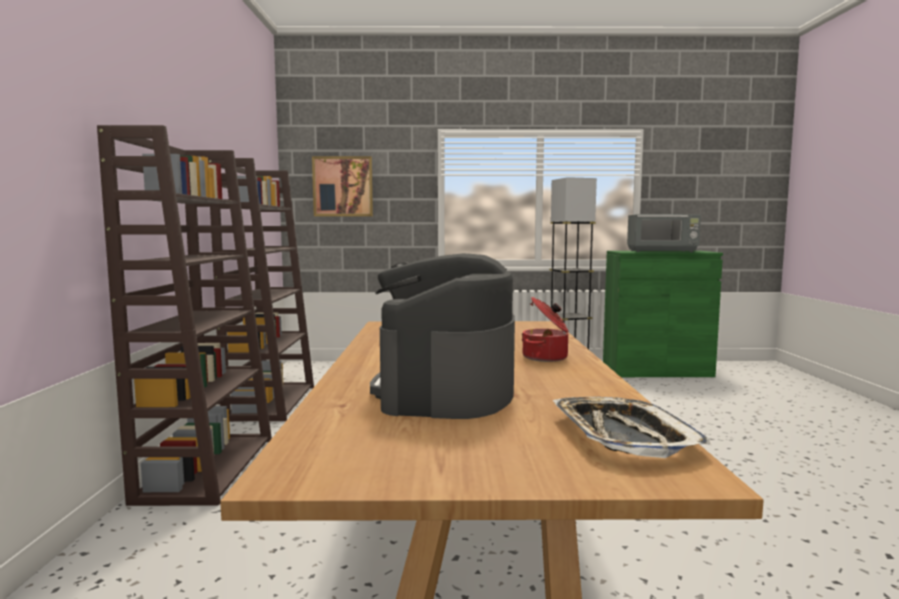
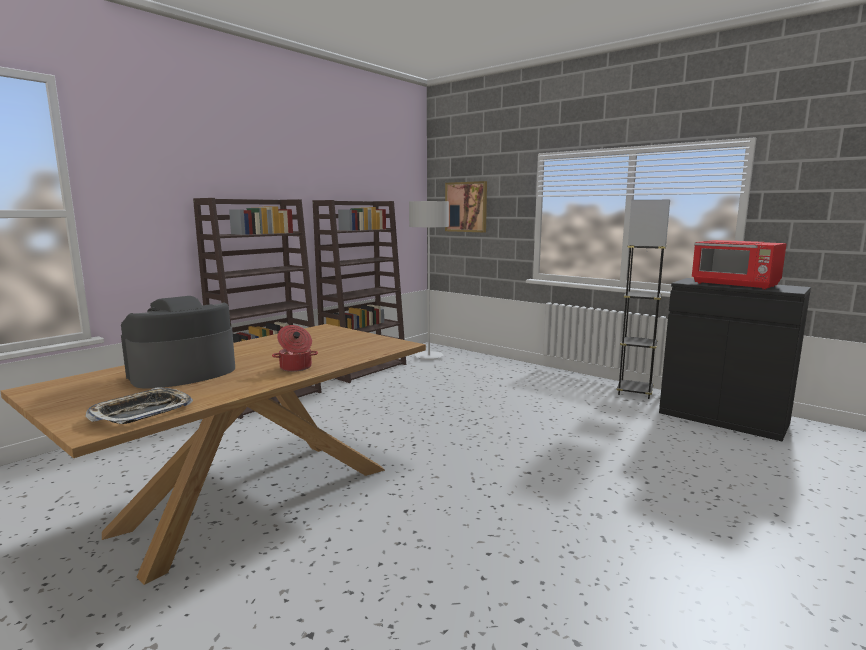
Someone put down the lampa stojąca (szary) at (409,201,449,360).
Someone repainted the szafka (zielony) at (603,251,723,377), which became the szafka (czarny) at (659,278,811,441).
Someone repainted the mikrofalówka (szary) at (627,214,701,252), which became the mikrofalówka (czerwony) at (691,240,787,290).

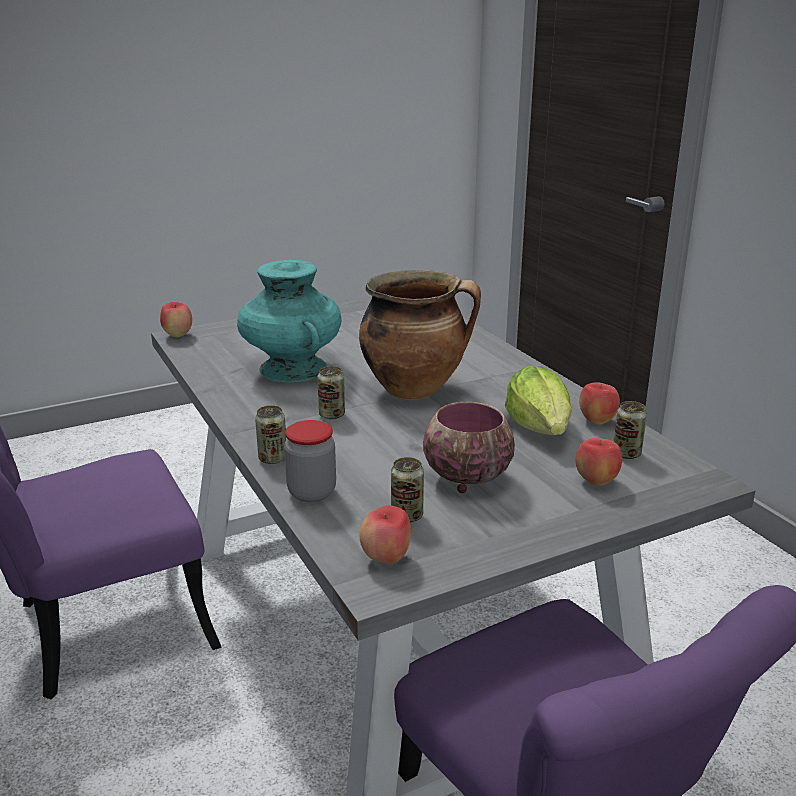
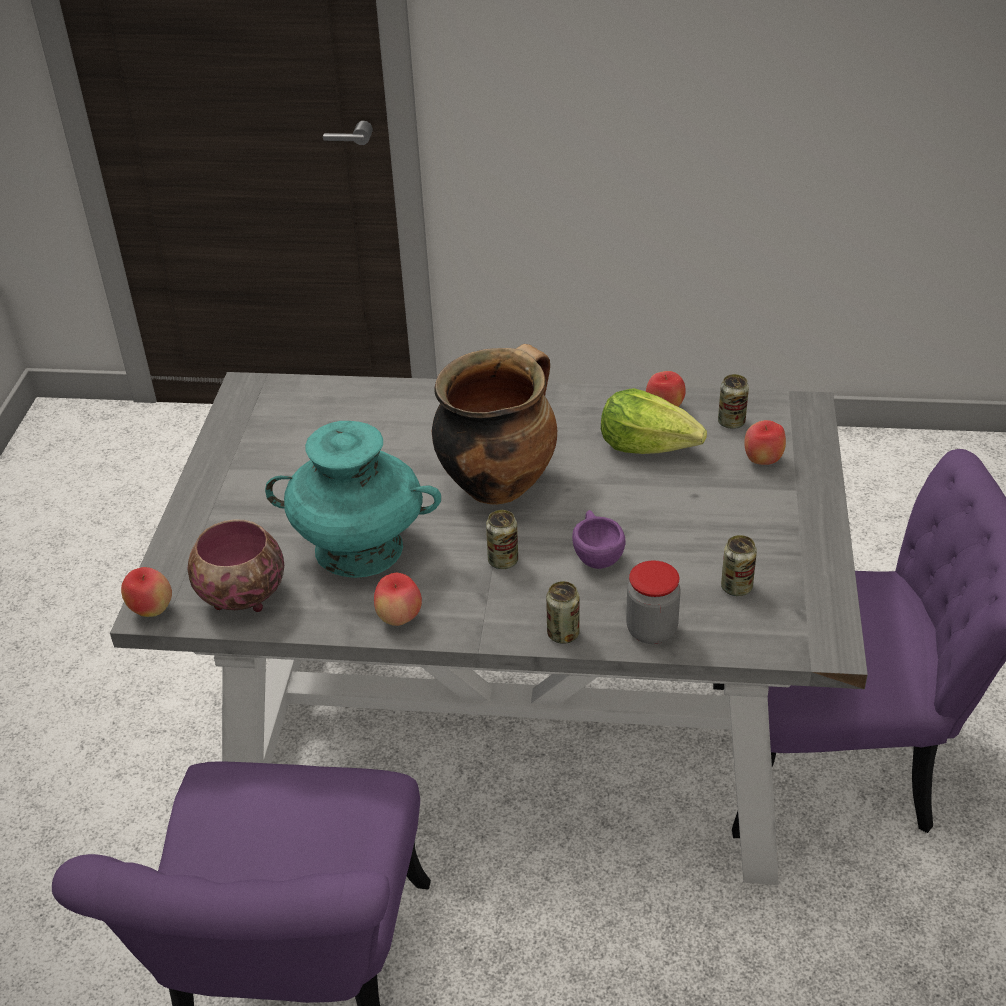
Someone carried the miska from (423,402,515,493) to (187,519,284,612).
Someone carried the jabłko from (359,505,411,564) to (374,573,422,626).
Someone put down the filiżanka (fioletowy) at (572,510,626,569).

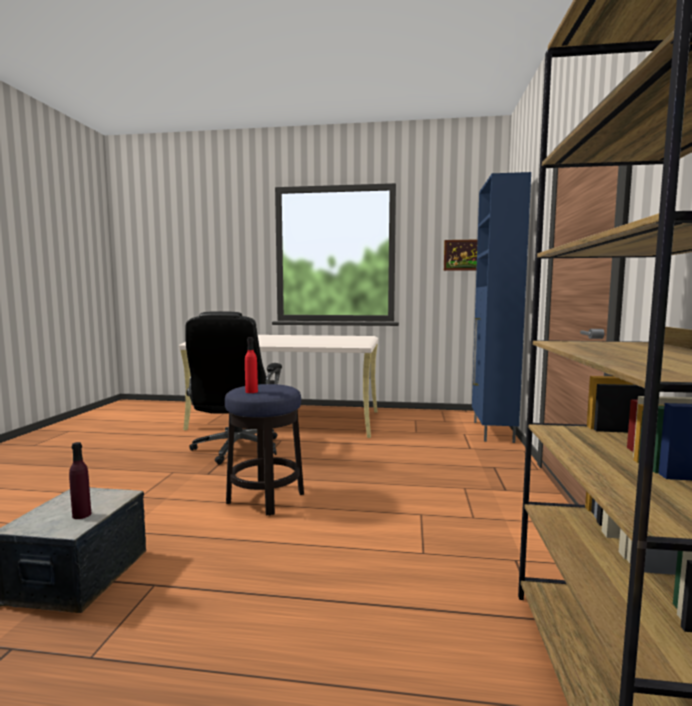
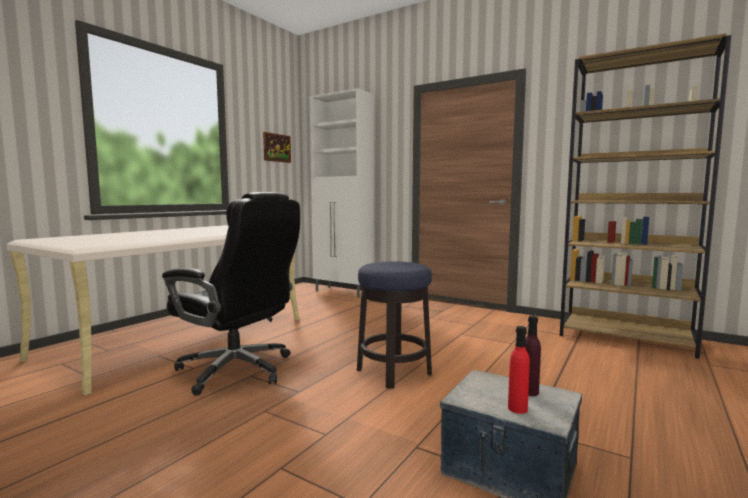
Someone repainted the szafka (niebieski) at (472,172,531,443), which became the szafka (biały) at (310,88,374,298).
Someone carried the butelka (czerwony) from (245,337,258,393) to (508,326,530,414).

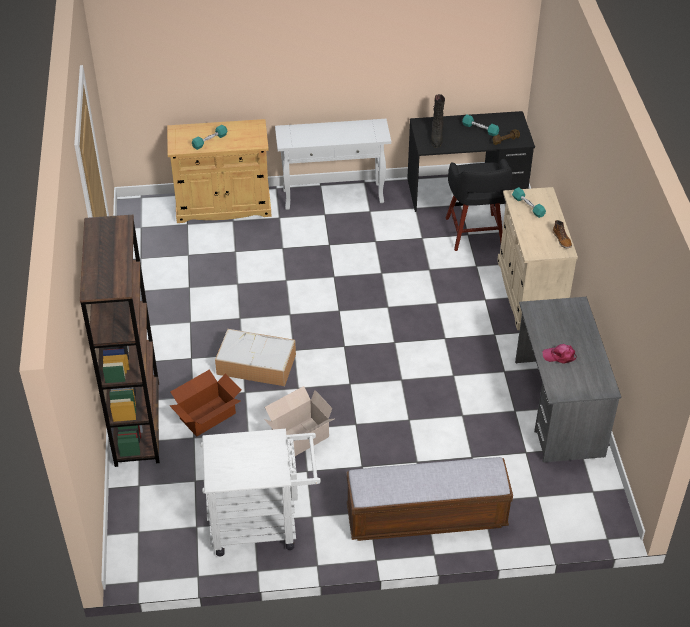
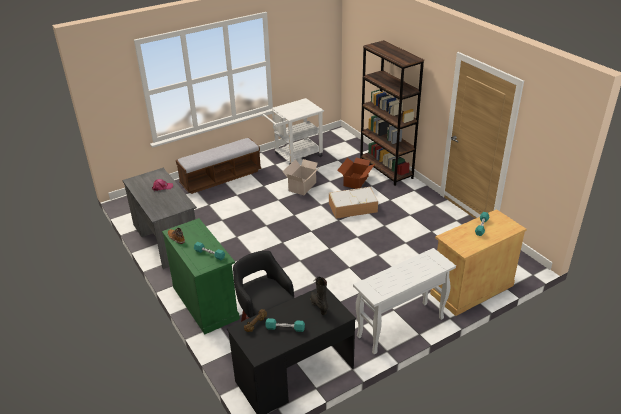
Someone repainted the szafka (beżowy) at (497,187,578,330), which became the szafka (zielony) at (162,218,240,335).

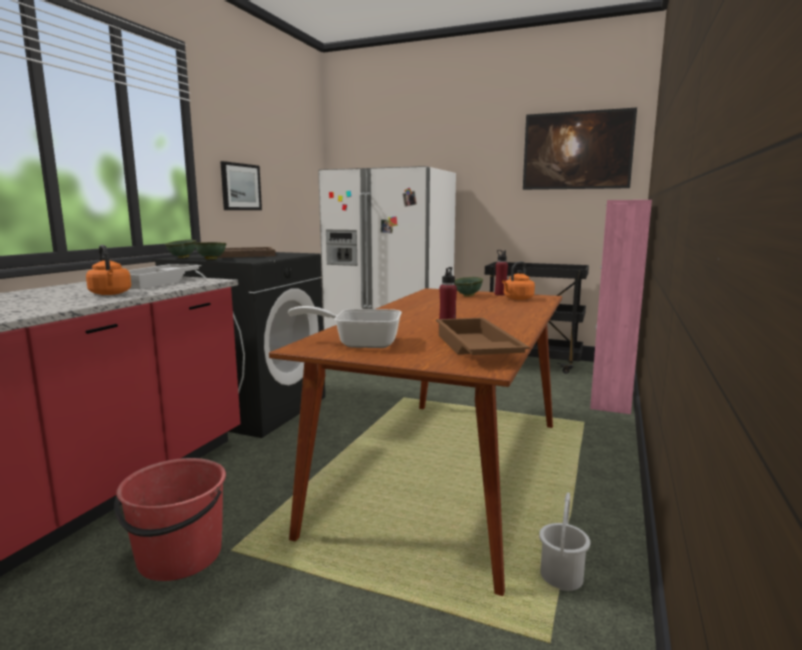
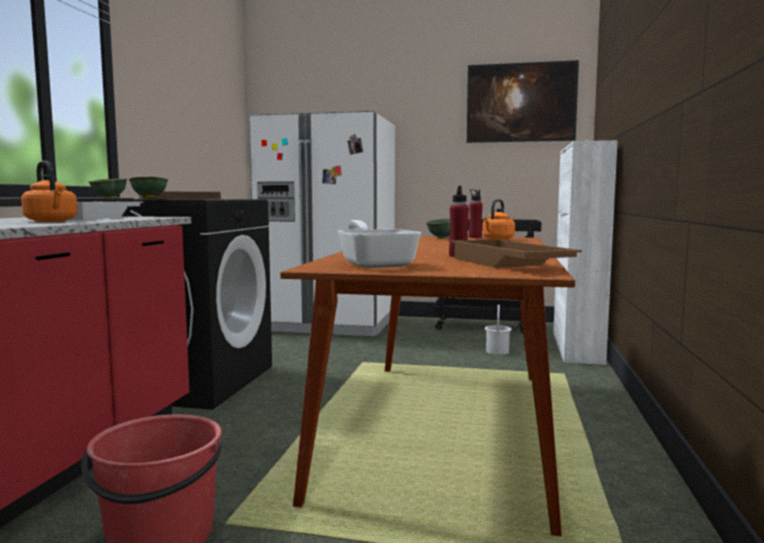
Someone rotated the patelnia at (288,306,402,348) by 75 degrees clockwise.
Someone carried the wiadro (biały) from (539,493,590,591) to (485,305,512,355).
Someone repainted the szafka (różowy) at (590,200,652,414), which became the szafka (biały) at (553,140,618,365).
Someone took away the obraz at (220,161,262,210).

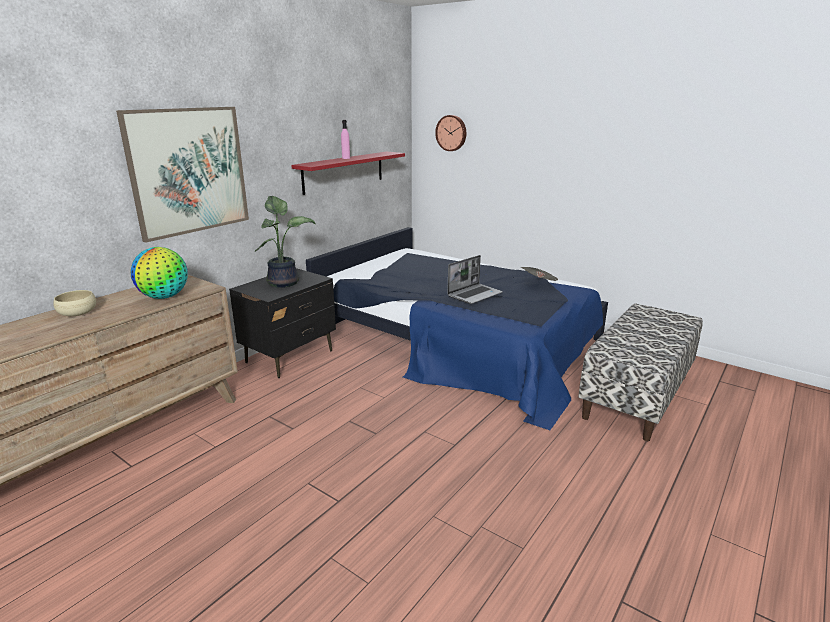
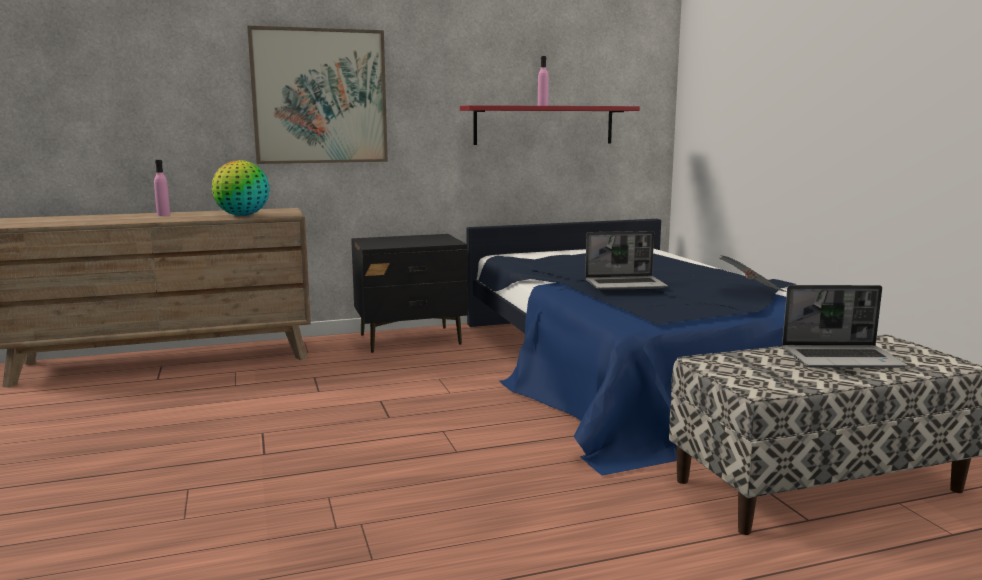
Someone swapped the miska (beżowy) at (53,290,96,316) for the butelka (różowy) at (154,160,170,216).
Someone put down the laptop at (782,285,907,368).
Someone took away the roślina doniczkowa at (254,196,316,288).
Someone took away the zegar ścienny at (435,115,466,151).

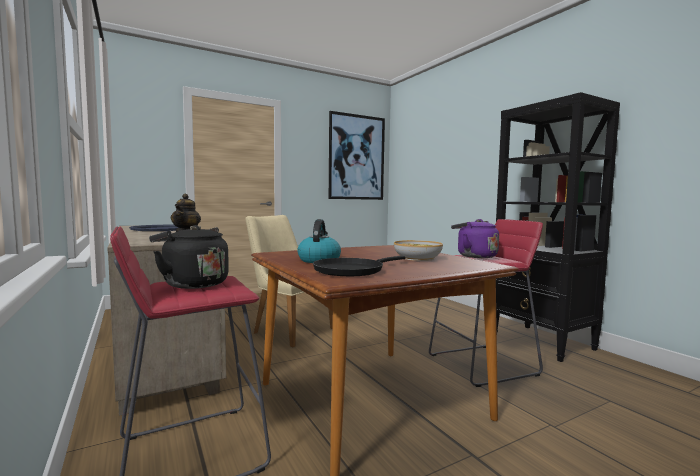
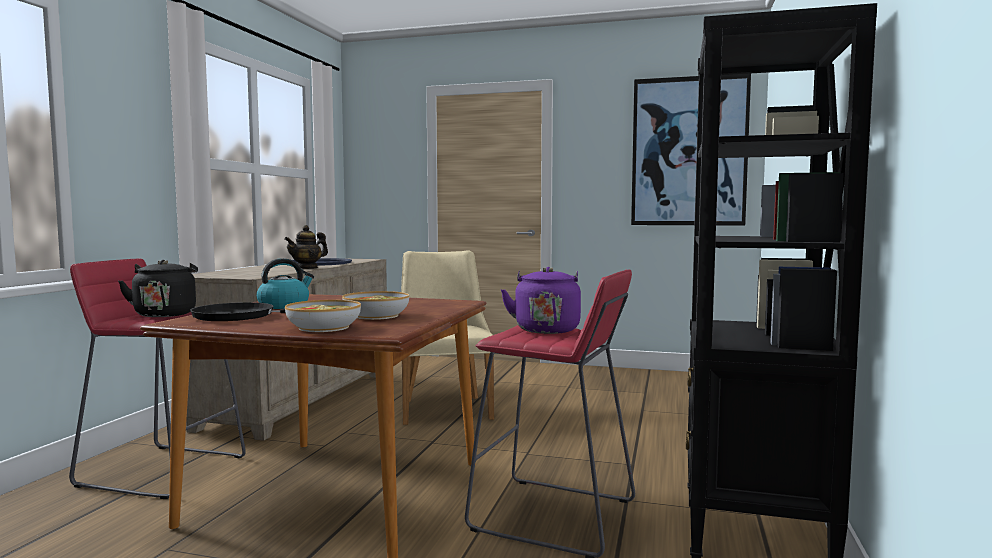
Someone put down the miska at (285,300,361,332).

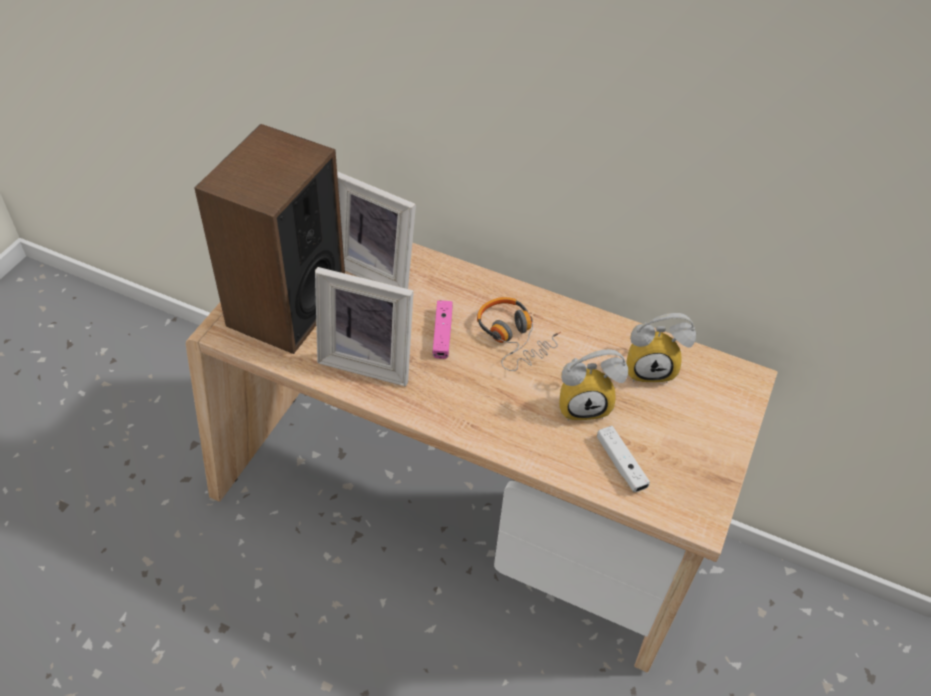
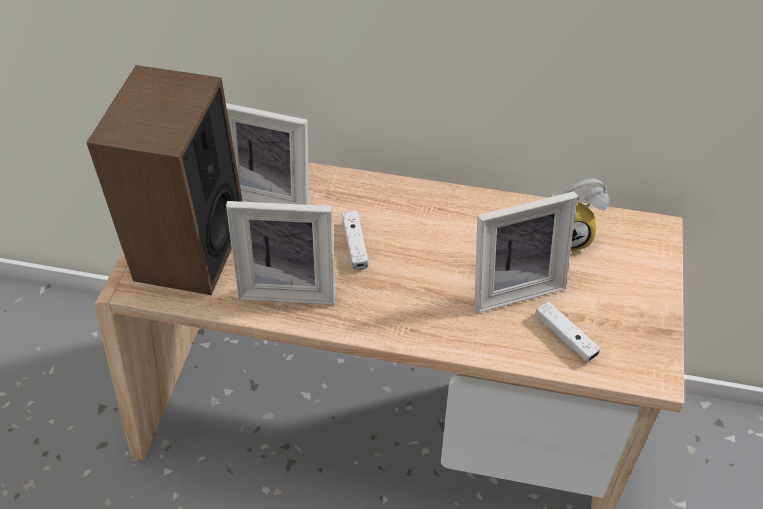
Someone repainted the pad do gier (różowy) at (433,300,453,359), which became the pad do gier (biały) at (342,211,368,270).
Someone swapped the budzik at (559,349,628,421) for the ramka na zdjęcie at (474,191,577,313).
Someone took away the słuchawki at (477,297,561,371).

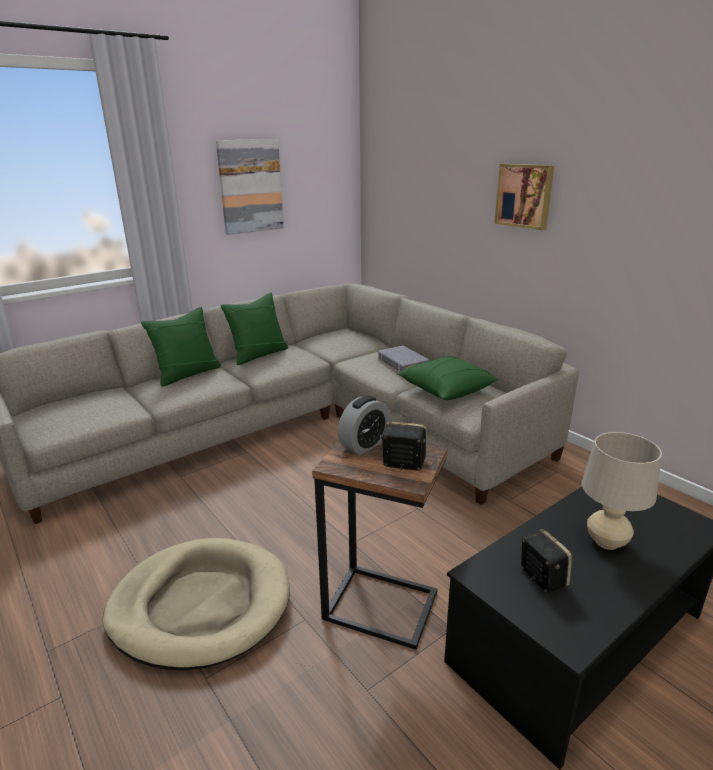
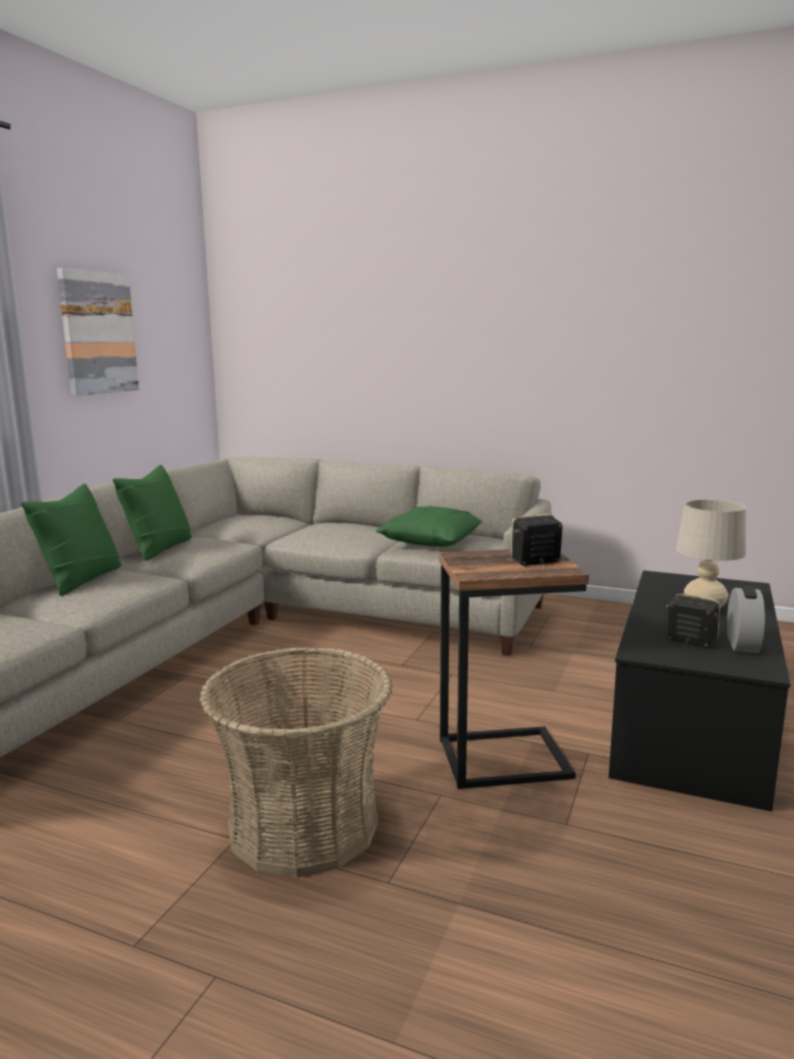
Someone swapped the legowisko (beżowy) at (103,538,289,670) for the koszyk at (199,647,393,878).
Someone carried the budzik from (338,396,390,455) to (727,585,765,653).
Someone took away the książka (szary) at (379,346,430,372).
Someone took away the obraz at (494,164,554,230).

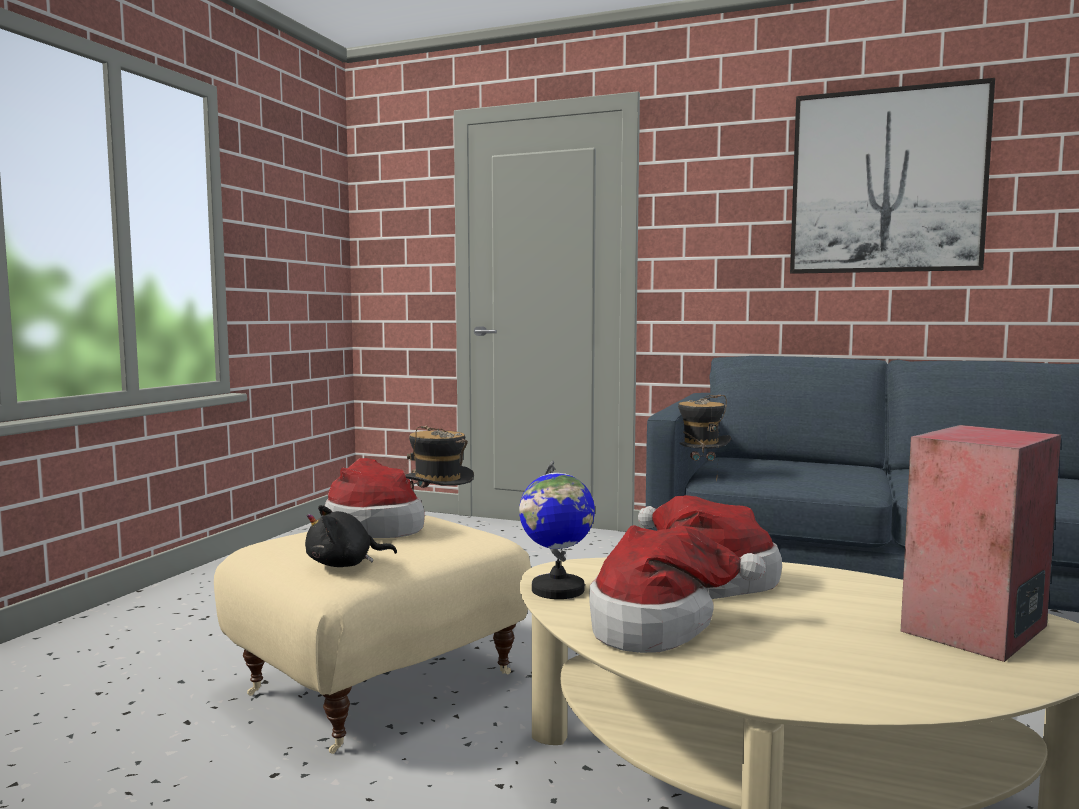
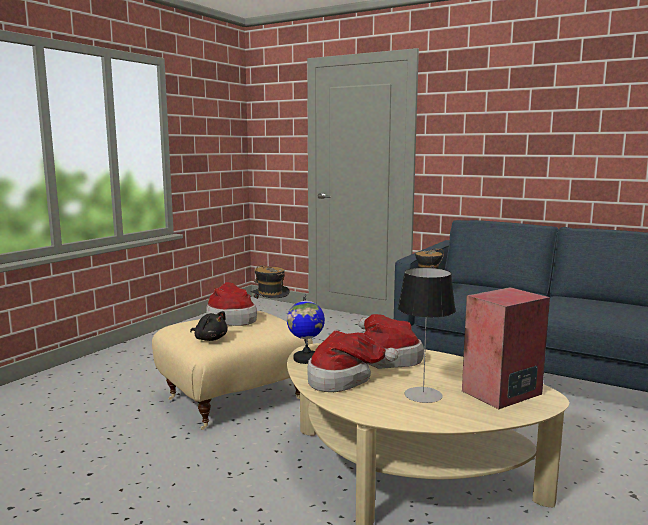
Someone rotated the pluszak (czarny) at (305,505,397,567) by 135 degrees counterclockwise.
Someone put down the lampa stołowa at (398,268,456,403).
Someone took away the obraz at (790,78,995,274).

